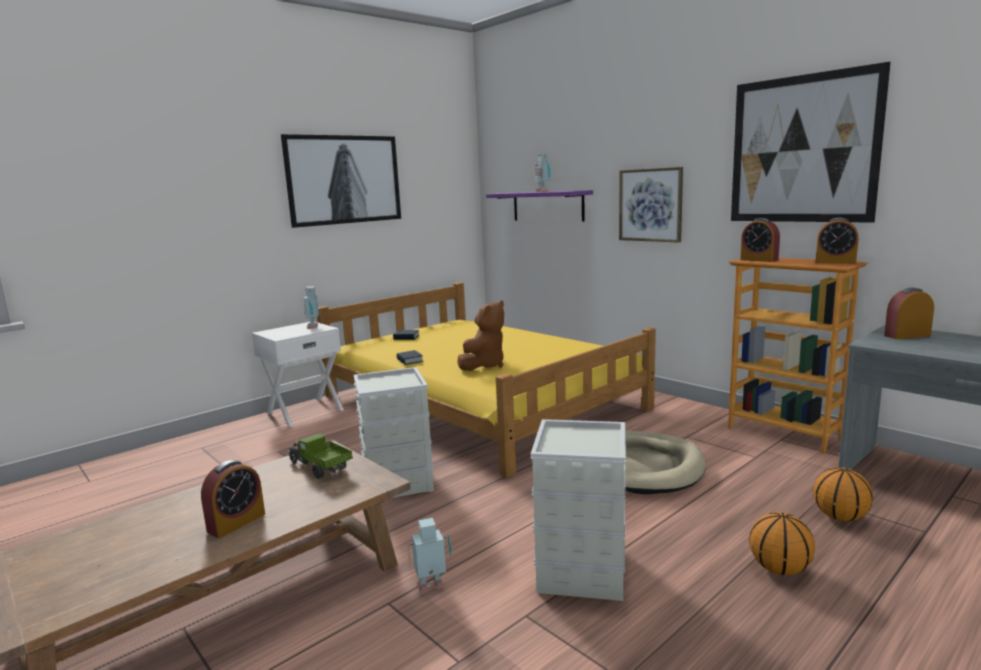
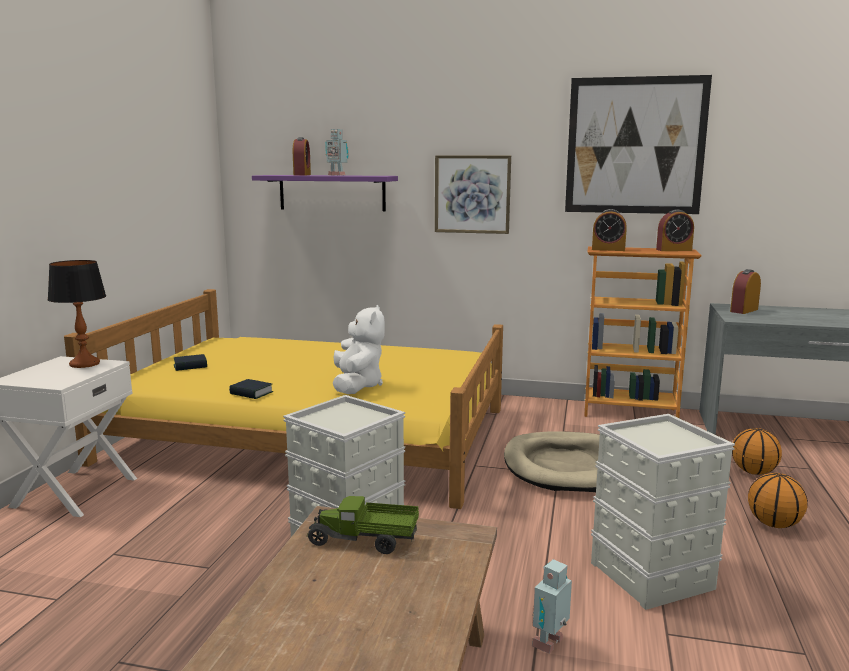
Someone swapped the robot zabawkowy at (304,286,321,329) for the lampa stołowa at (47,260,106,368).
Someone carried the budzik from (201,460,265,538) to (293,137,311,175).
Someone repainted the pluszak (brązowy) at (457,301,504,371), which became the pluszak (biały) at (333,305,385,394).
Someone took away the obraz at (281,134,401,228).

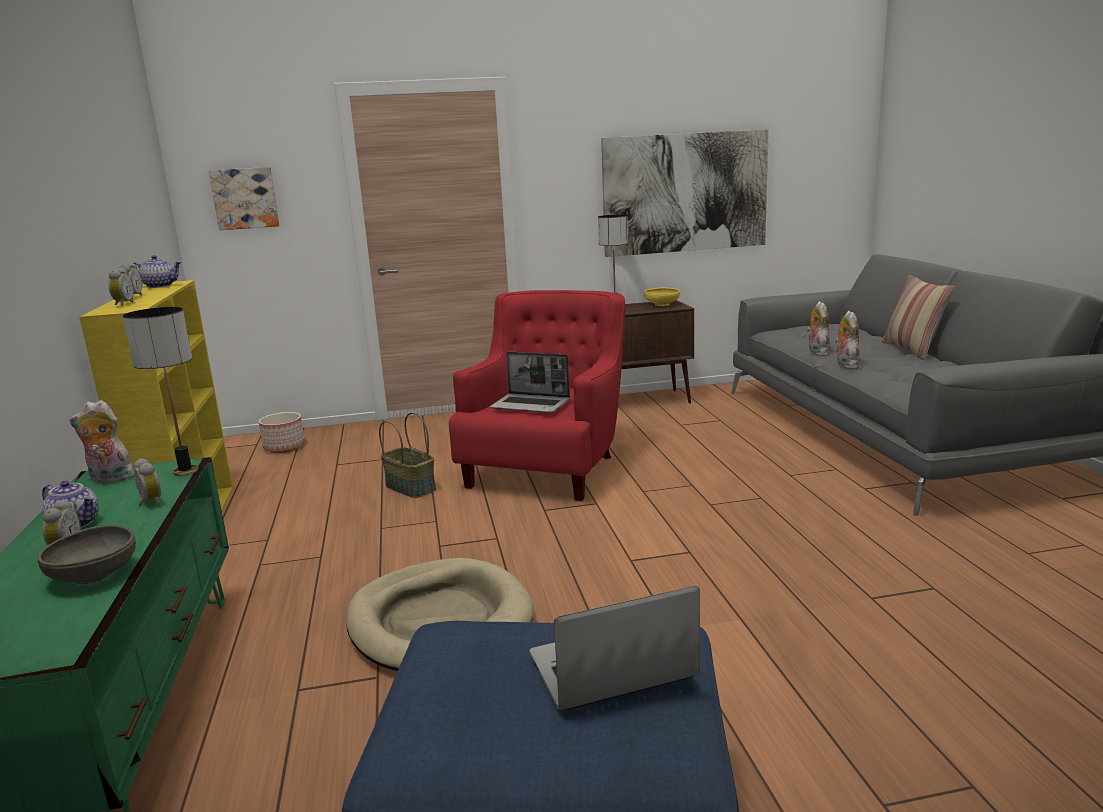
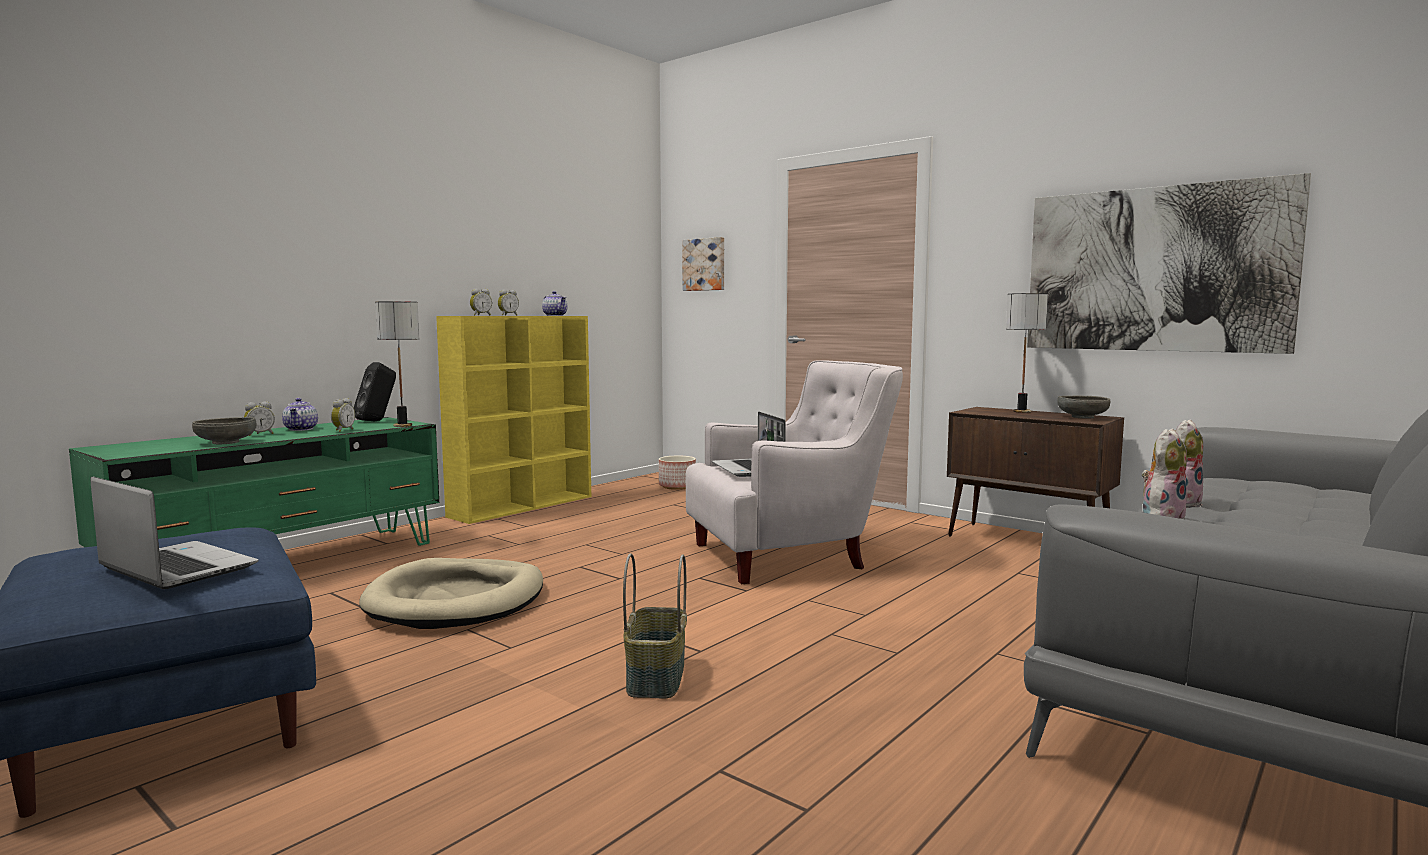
Someone swapped the pluszak at (69,400,134,483) for the głośnik (czarny) at (354,362,396,421).
Someone carried the koszyk from (379,412,436,498) to (623,554,687,698).
Someone repainted the fotel (czerwony) at (449,290,625,501), which became the fotel (biały) at (686,360,903,584).
Someone repainted the miska (żółty) at (644,288,680,306), which became the miska (szary) at (1057,396,1110,419).
Someone took away the poduszka at (882,275,955,360).

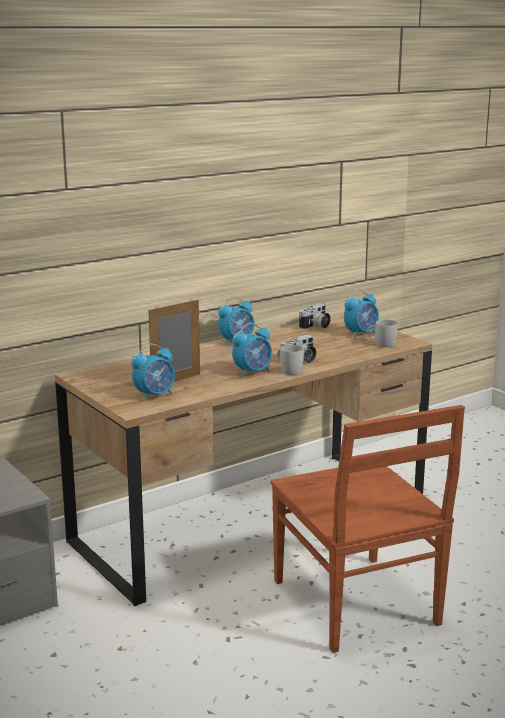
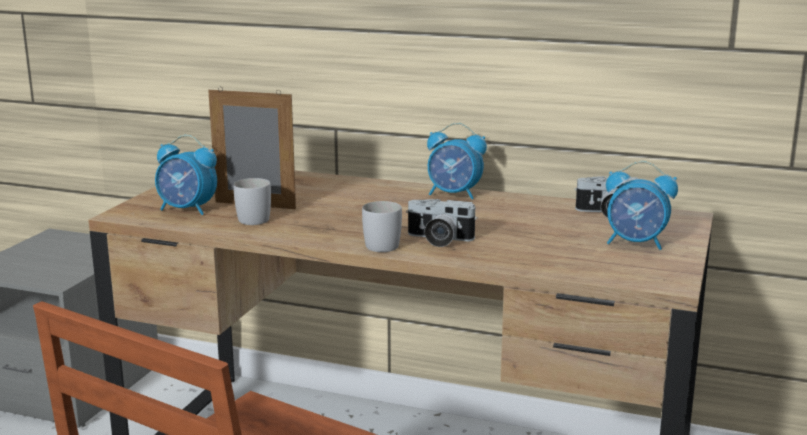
Someone carried the kubek (biały) from (367,320,398,347) to (233,178,271,225).
Someone took away the budzik at (232,323,272,377).

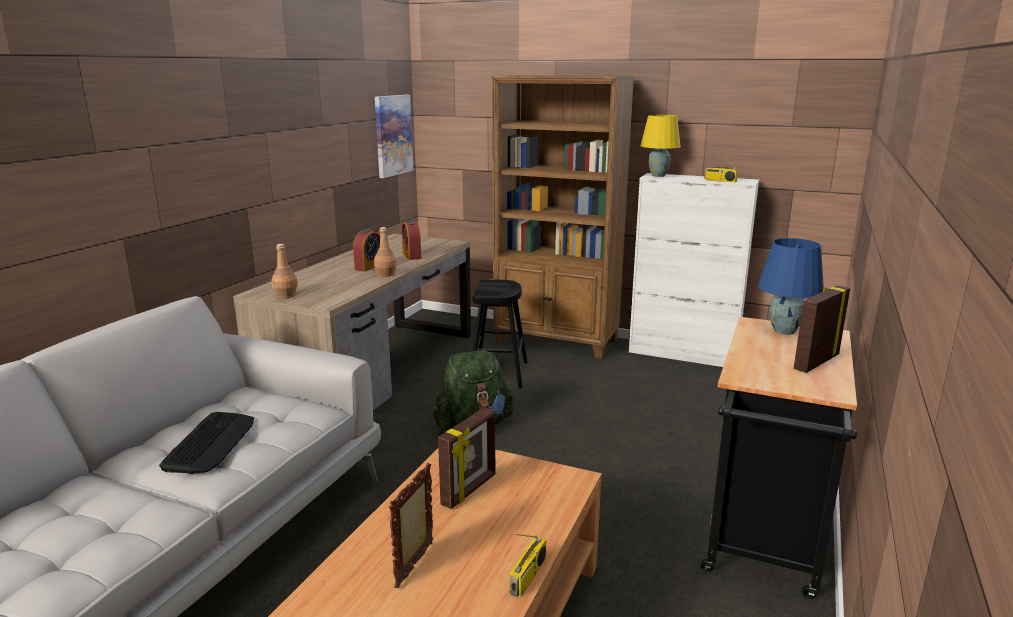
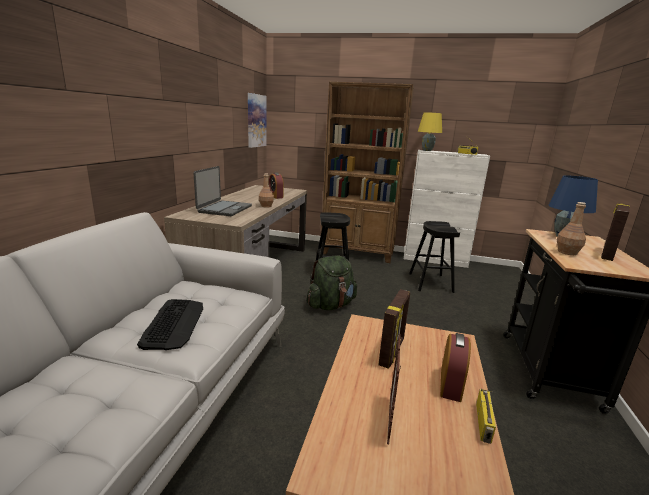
Someone put down the laptop at (193,166,252,216).
Someone put down the stołek (czarny) at (409,221,460,293).
Someone carried the budzik from (353,229,380,272) to (440,333,471,402).
Someone carried the butelka (brązowy) from (271,244,298,299) to (557,202,586,255).

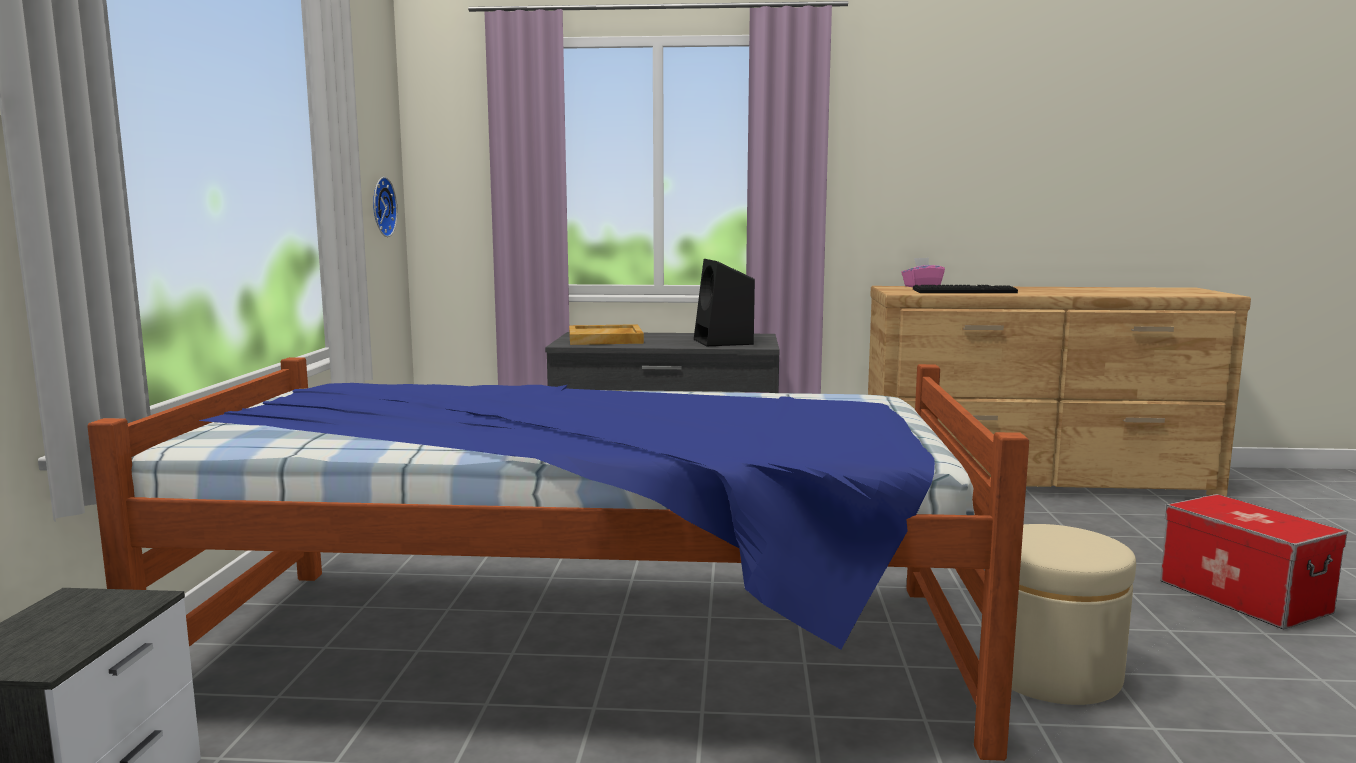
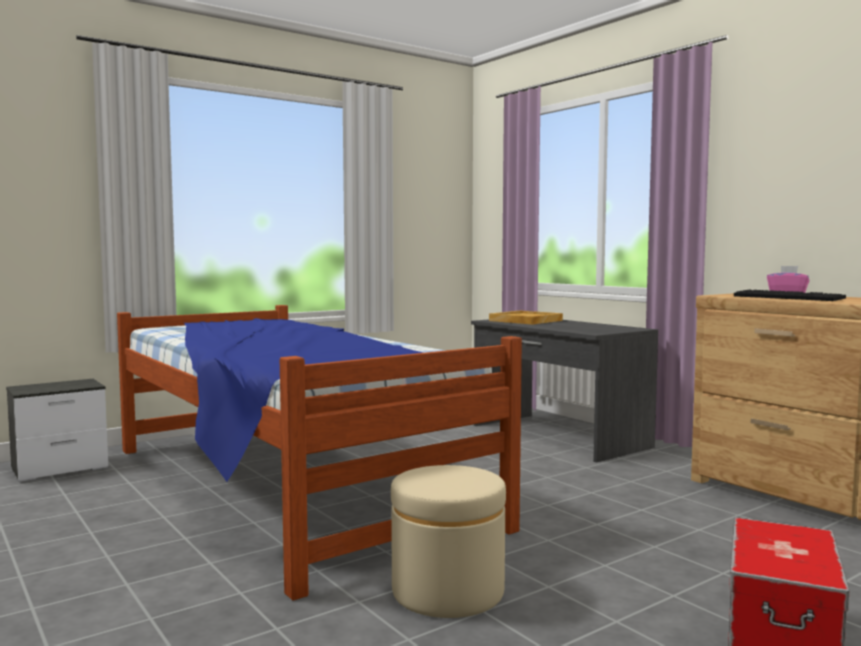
Someone took away the zegar ścienny at (373,177,397,237).
Someone took away the głośnik (czarny) at (694,259,755,346).

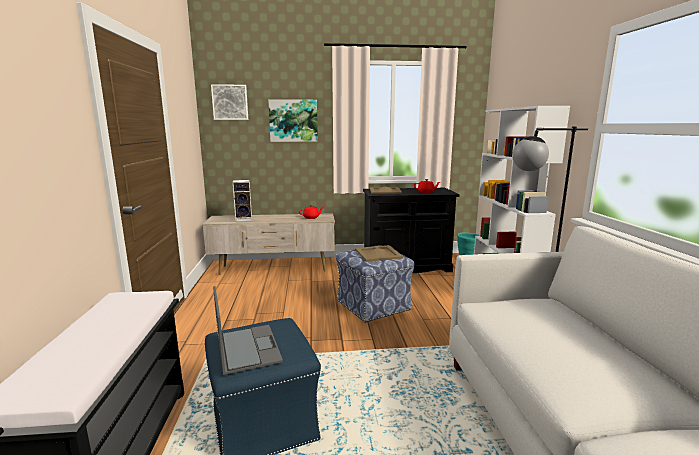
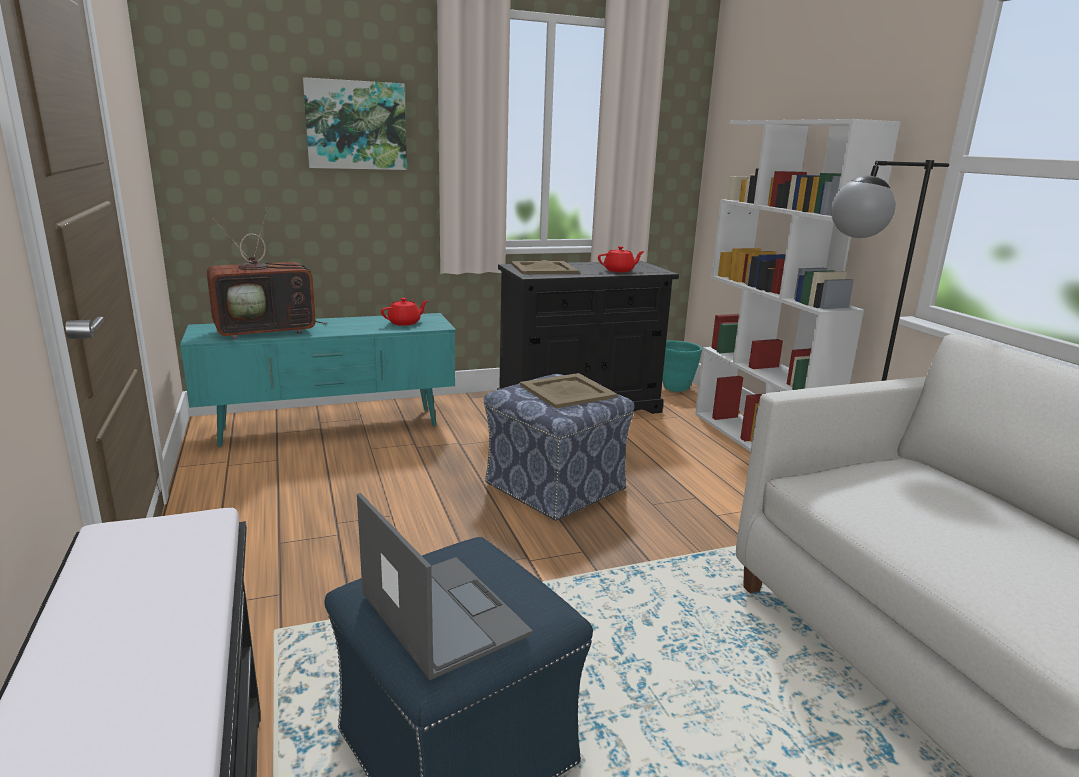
Someone repainted the szafka pod telewizor (beżowy) at (202,213,335,275), which became the szafka pod telewizor (turkusowy) at (180,313,456,447).
Someone swapped the głośnik at (233,180,252,222) for the telewizor at (207,207,327,340).
Someone took away the obraz at (211,84,248,120).

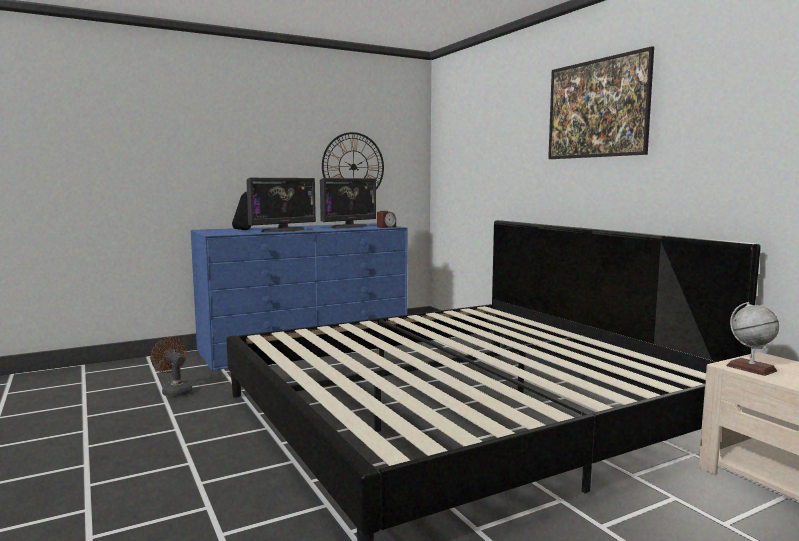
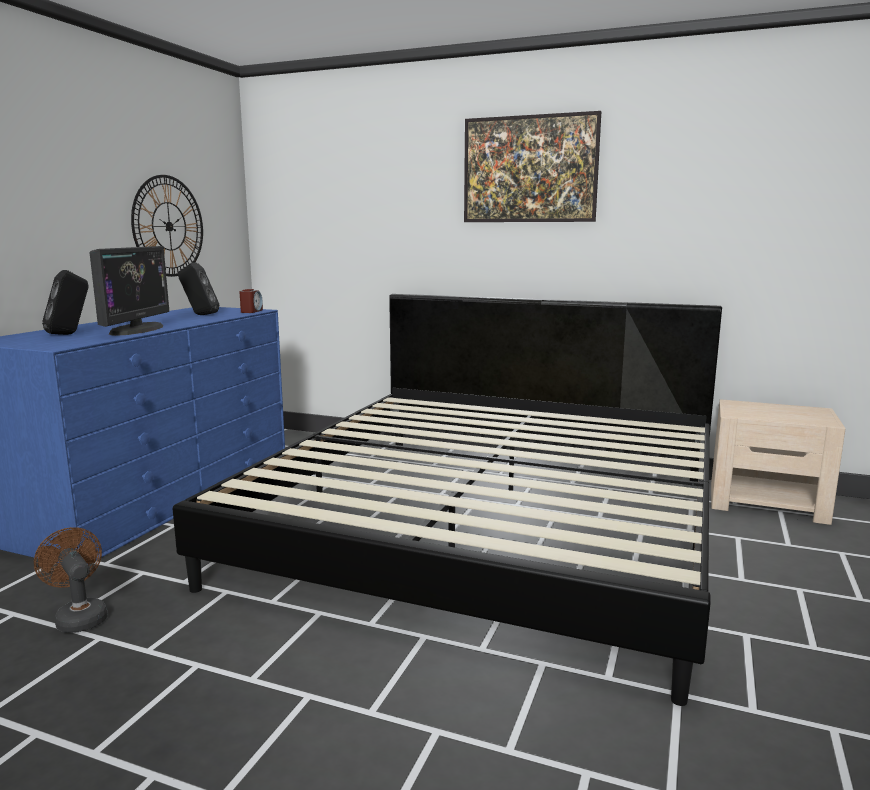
Someone rotated the wentylator (brązowy) at (151,337,192,397) by 45 degrees clockwise.
Someone swapped the monitor at (320,178,376,228) for the głośnik (czarny) at (178,263,219,315).
Someone took away the globus at (726,302,779,376).

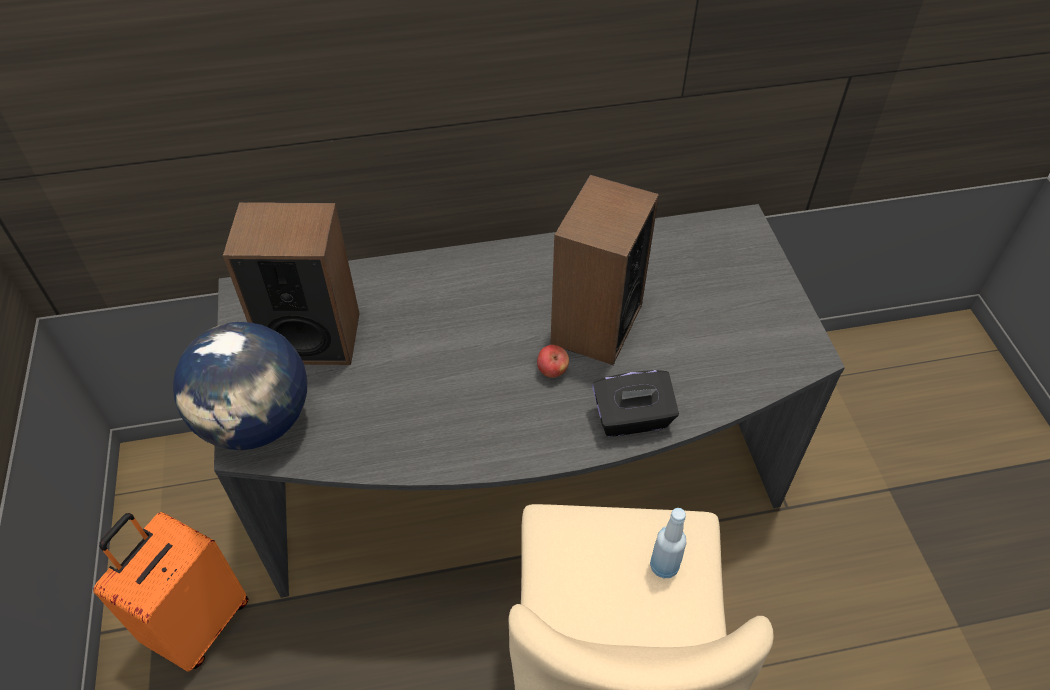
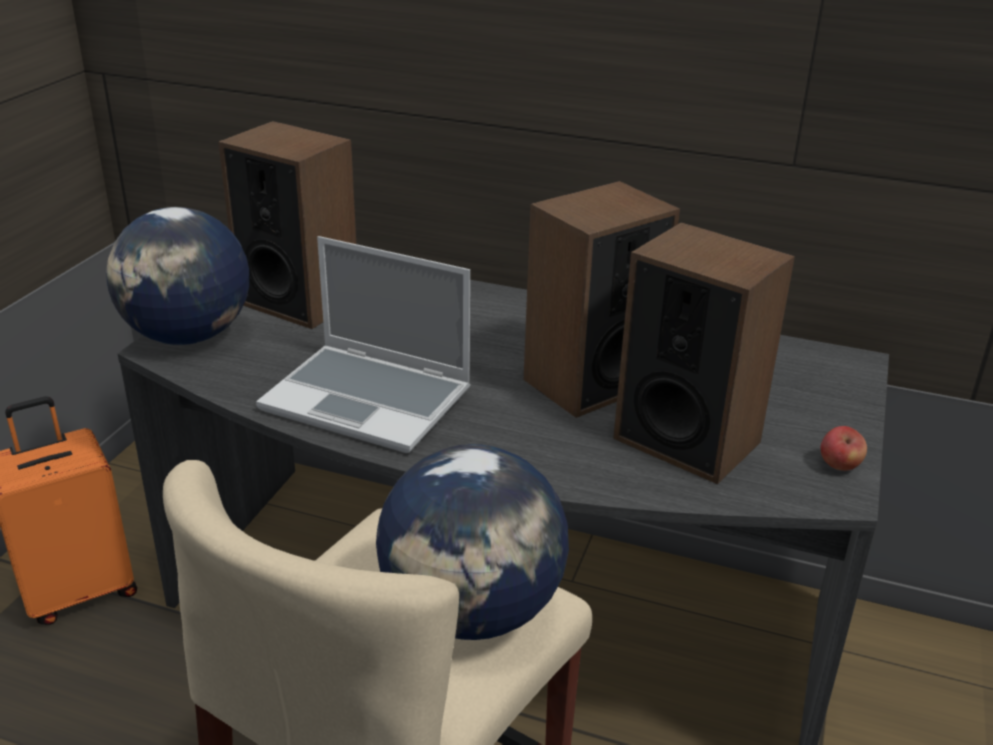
Someone put down the laptop at (256,236,470,453).
Someone swapped the butelka (niebieski) at (650,508,686,579) for the globus at (376,444,569,640).
Someone put down the głośnik at (613,222,795,484).
Someone carried the jabłko from (537,345,569,378) to (821,426,867,471).
Someone took away the pudełko chusteczek (czarny) at (592,370,679,437).

